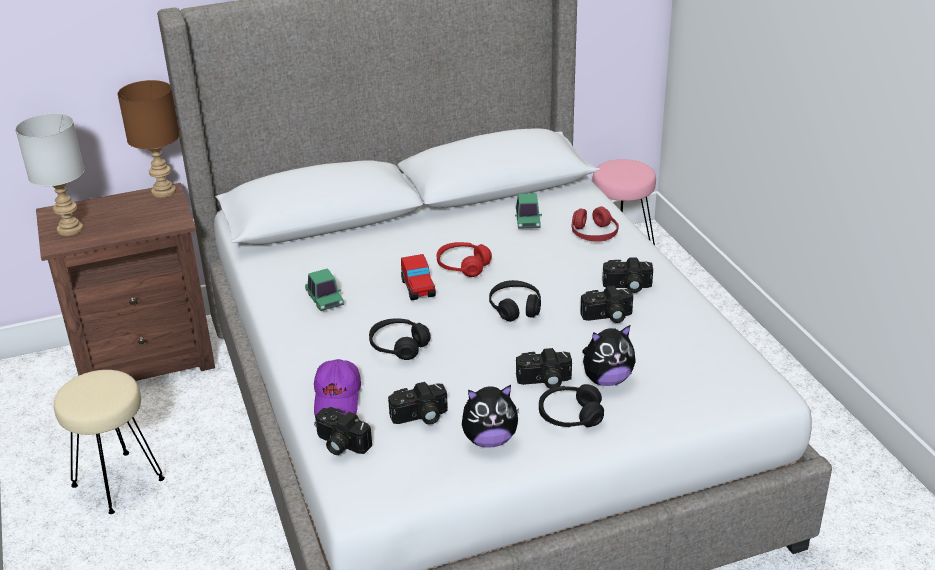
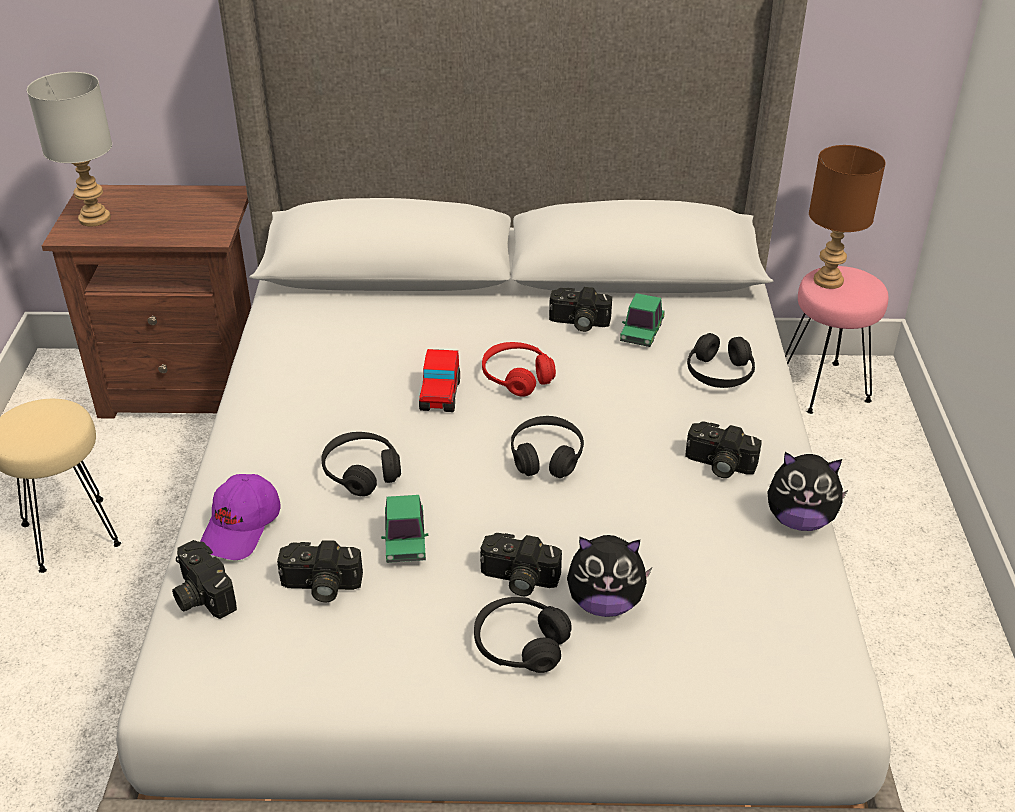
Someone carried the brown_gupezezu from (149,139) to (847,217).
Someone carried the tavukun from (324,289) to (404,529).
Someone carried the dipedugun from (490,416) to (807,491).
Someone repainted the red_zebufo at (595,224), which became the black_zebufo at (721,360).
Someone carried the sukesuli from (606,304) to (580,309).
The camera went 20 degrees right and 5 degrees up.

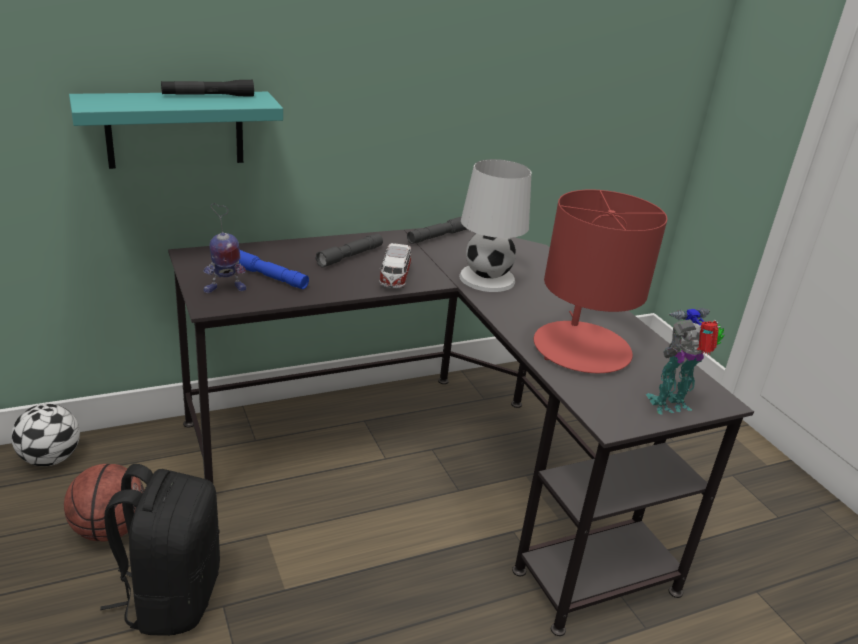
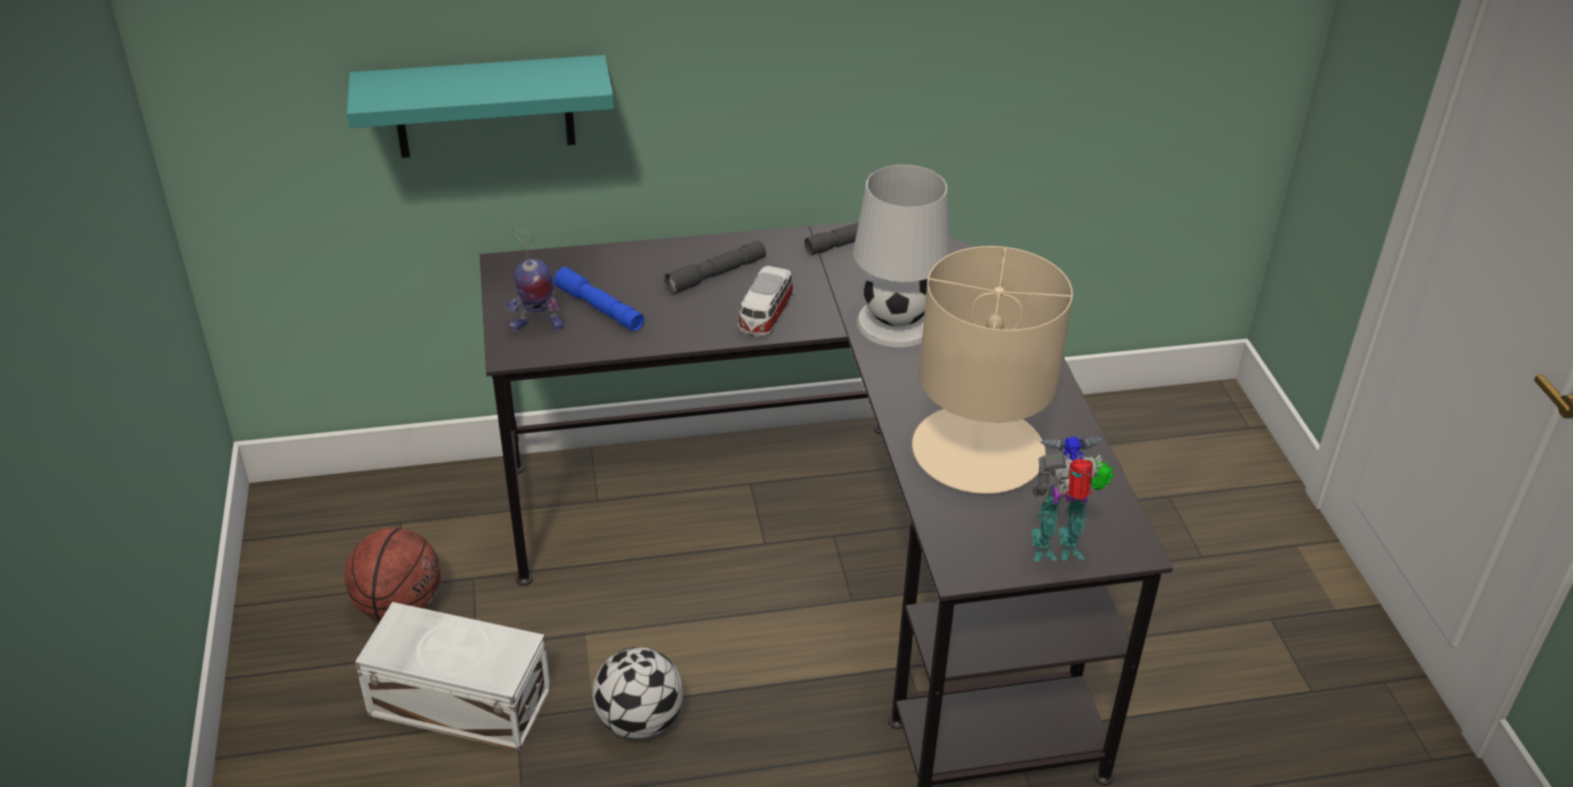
Someone carried the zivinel from (45,435) to (637,693).
Someone swapped the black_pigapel at (160,550) for the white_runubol at (453,676).
Someone took away the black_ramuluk at (207,88).
Someone repainted the red_gupezezu at (601,281), which became the beige_gupezezu at (992,370).
The camera went 15 degrees right and 10 degrees up.

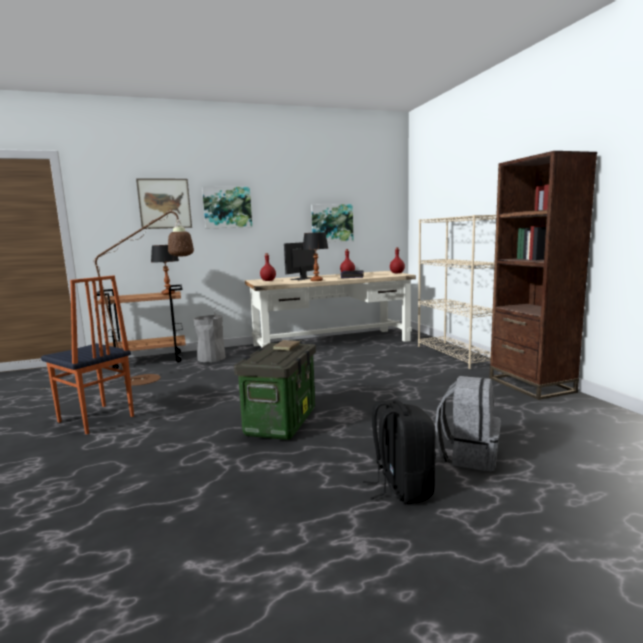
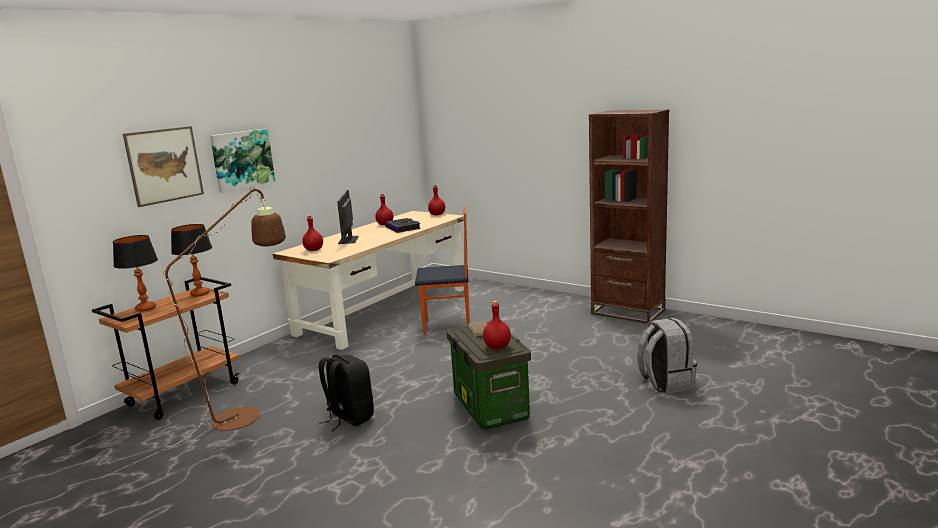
Someone carried the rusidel from (87,354) to (442,271).
Someone took away the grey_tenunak at (210,332).
Someone carried the gupezezu from (315,256) to (135,273).
Someone took away the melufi at (332,223).
Someone carried the black_pigapel from (399,452) to (346,392).
Someone took away the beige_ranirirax at (457,292).
Someone put down the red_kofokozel at (497,324).
The camera went 35 degrees left and 5 degrees up.

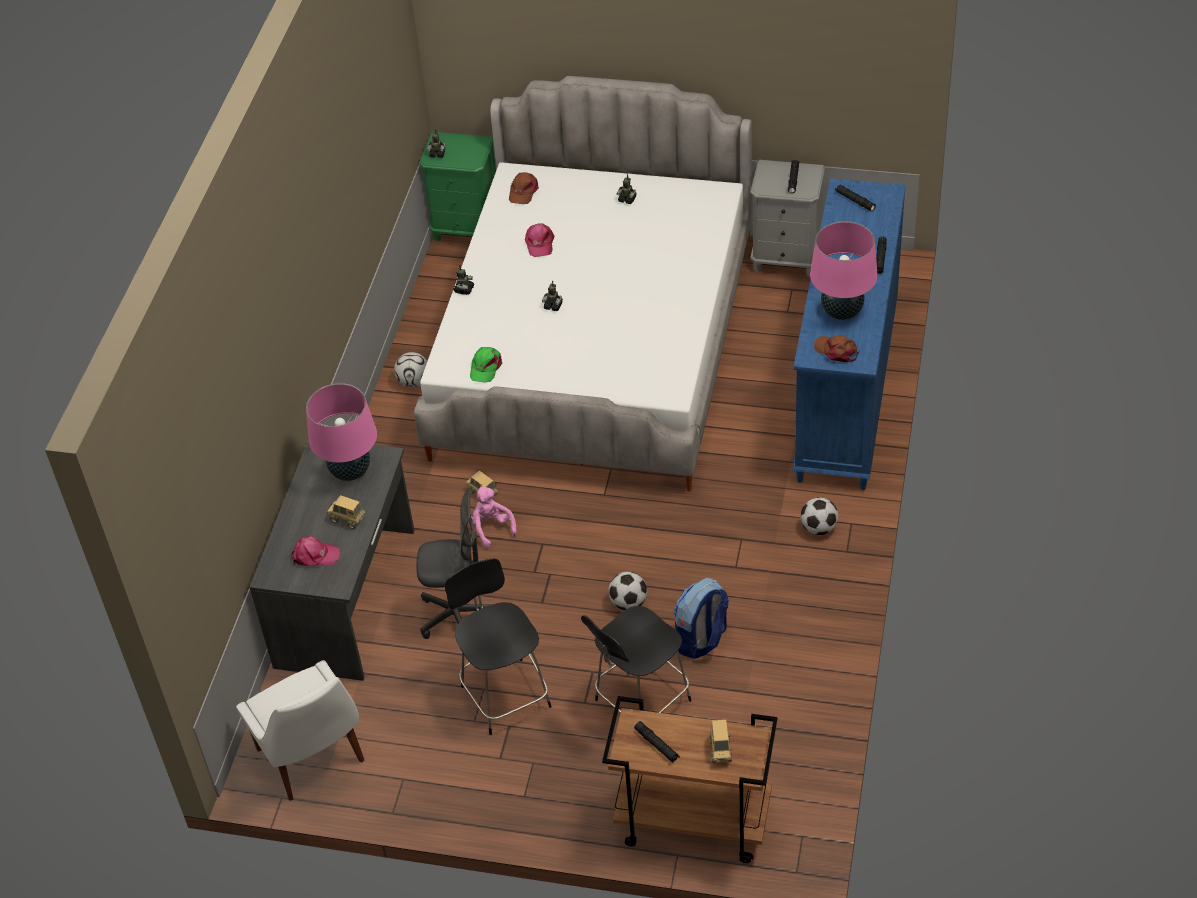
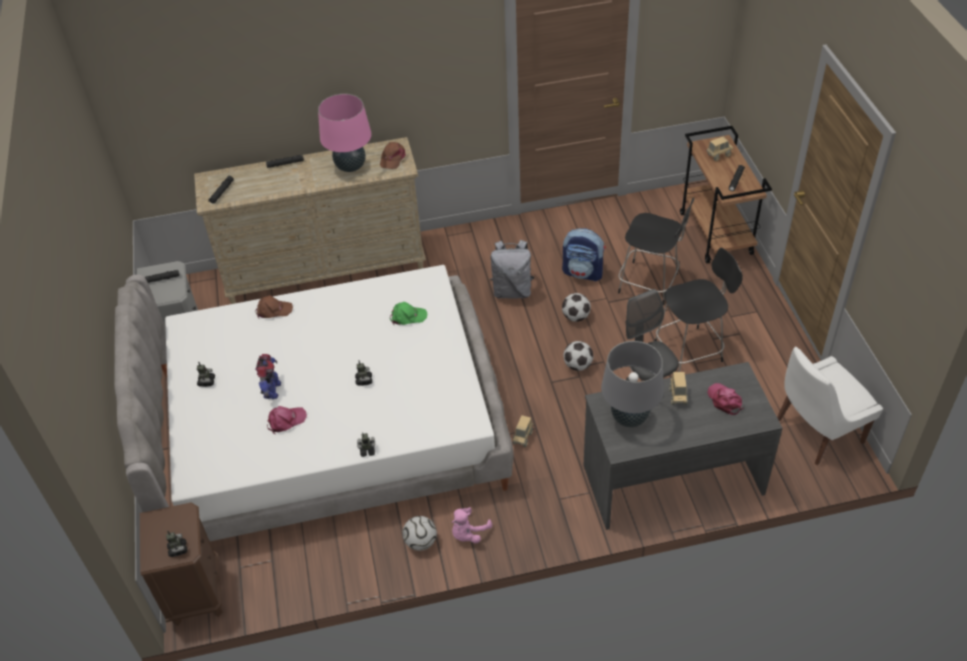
Someone rotated the white_rusidel at (300,730) by 150 degrees counterclockwise.
Someone repainted the pink_gupezezu at (341,432), which became the grey_gupezezu at (632,384).
Someone repainted the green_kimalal at (457,187), which became the brown_kimalal at (181,564).
Someone rotated the black_rusidel at (498,646) by 150 degrees counterclockwise.
Someone carried the pink_dipedugun from (492,516) to (472,525).
Someone carried the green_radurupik from (486,364) to (408,314).
Someone carried the brown_radurupik from (524,188) to (274,307).
Someone repainted the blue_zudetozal at (849,334), which became the beige_zudetozal at (310,220).
Someone carried the zivinel from (819,516) to (578,356).
Someone put down the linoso at (268,377).
Someone put down the grey_pigapel at (512,269).
The camera went 115 degrees left and 0 degrees up.

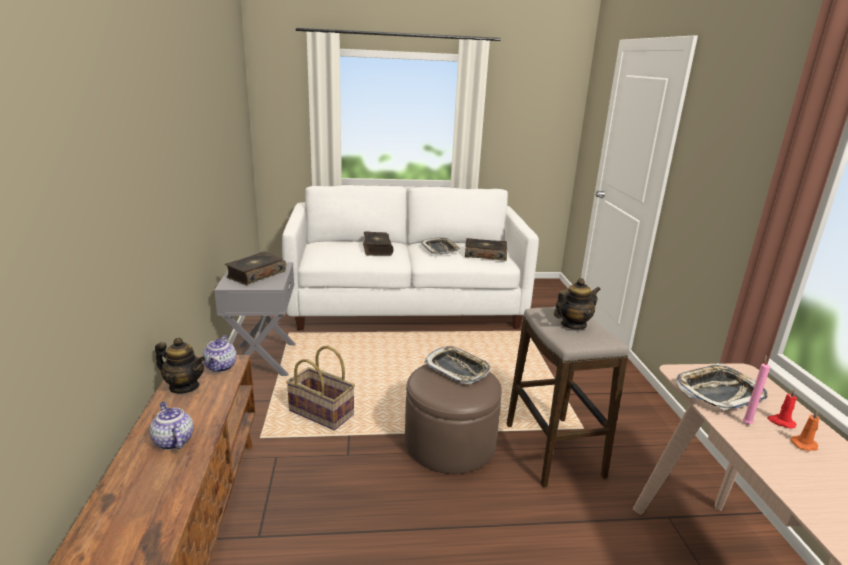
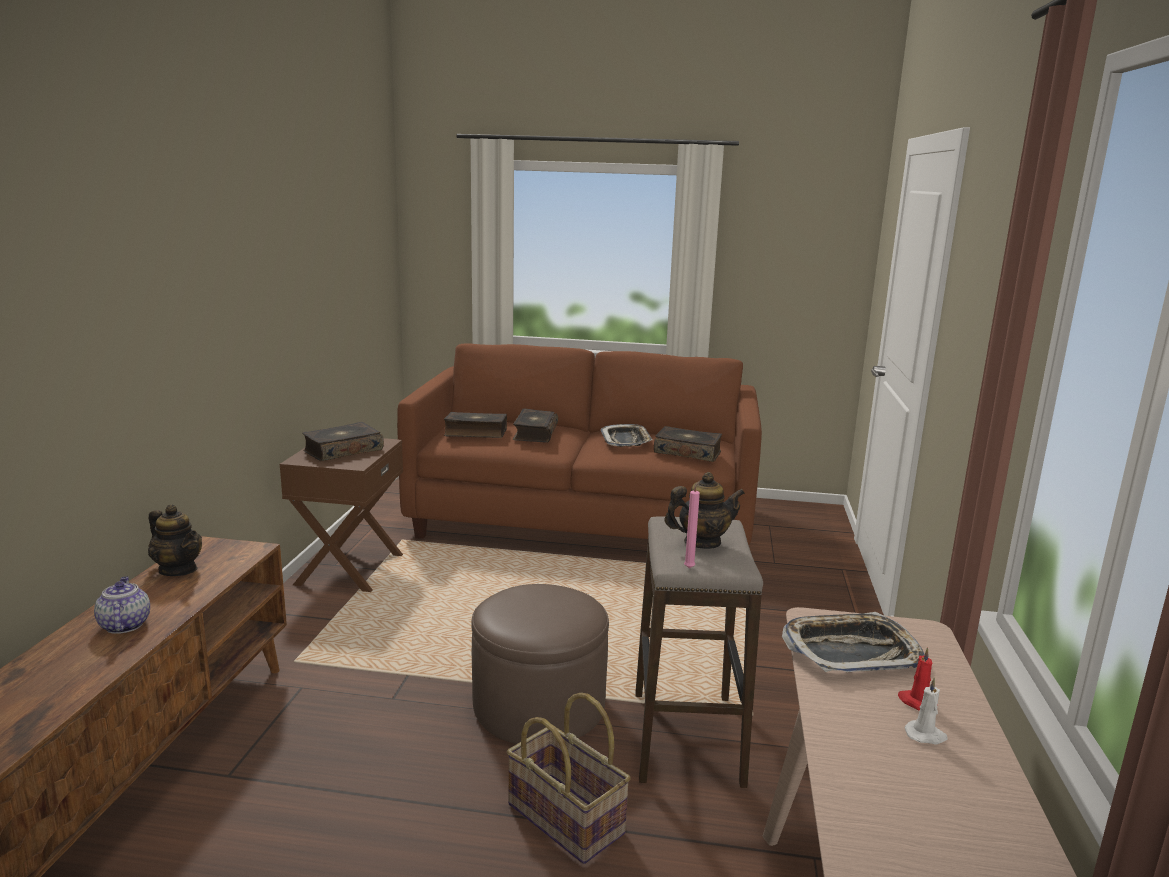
Someone took away the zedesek at (220,353).
Someone repainted the grey_kimalal at (255,319), which became the brown_kimalal at (341,515).
Someone repainted the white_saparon at (410,257), which became the brown_saparon at (579,444).
Someone carried the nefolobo from (320,388) to (569,778).
Someone took away the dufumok at (457,365).
Someone carried the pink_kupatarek from (756,389) to (692,524).
Someone repainted the orange_kupatarek at (805,430), which became the white_kupatarek at (926,710).
Someone put down the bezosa at (475,425).
The camera went 15 degrees right and 5 degrees down.

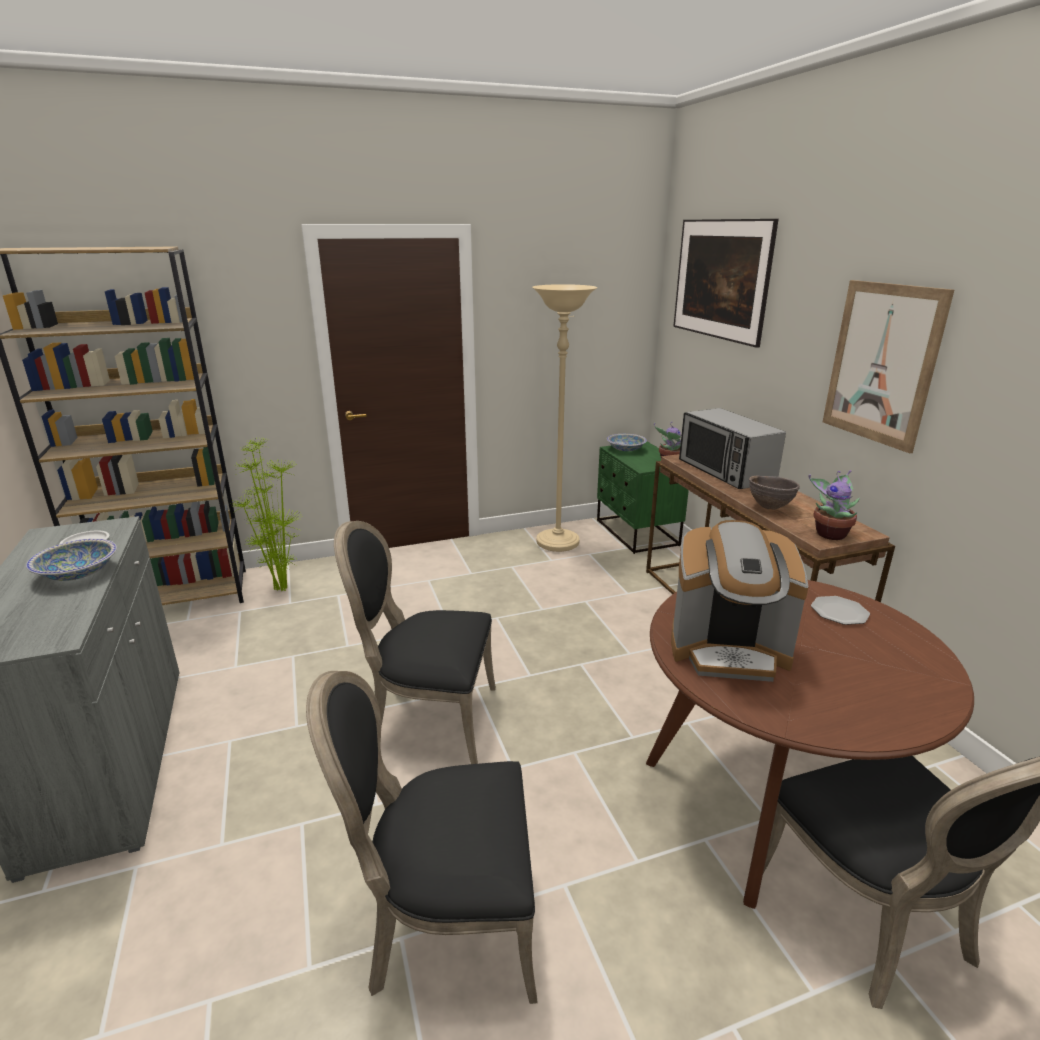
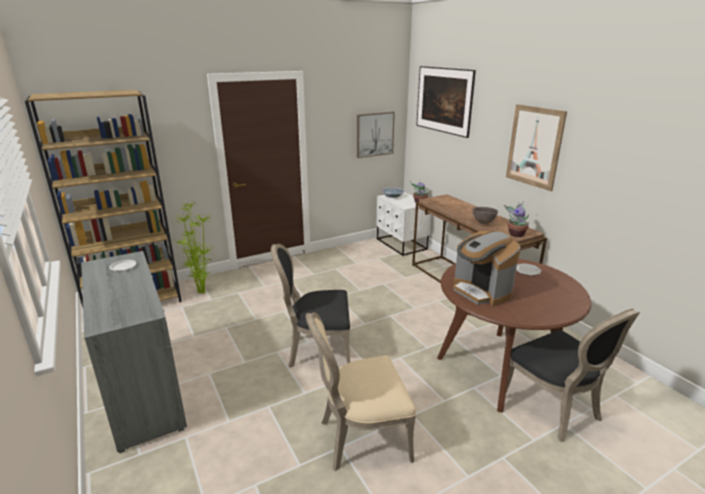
Someone took away the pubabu at (71,560).
Someone repainted the black_rusidel at (422,837), which became the beige_rusidel at (361,391).
Someone took away the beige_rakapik at (564,418).
Someone repainted the green_kimalal at (643,498), which became the white_kimalal at (403,224).
Someone rotated the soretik at (740,601) by 60 degrees clockwise.
Someone took away the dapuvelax at (732,448).
Someone put up the melufi at (376,135).
The camera went 10 degrees left and 0 degrees up.

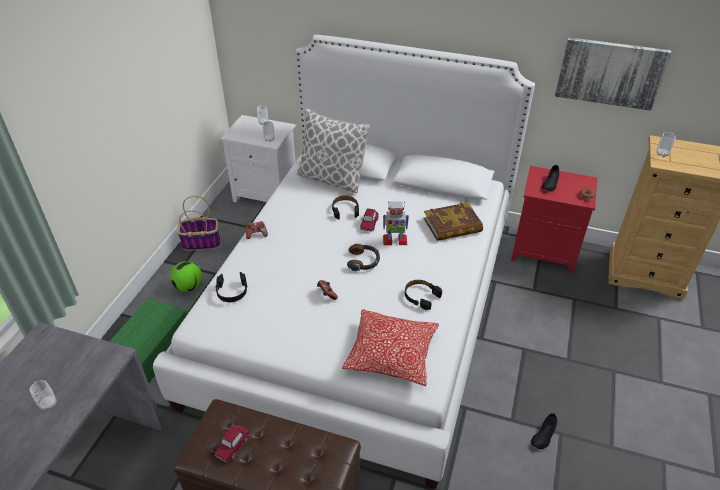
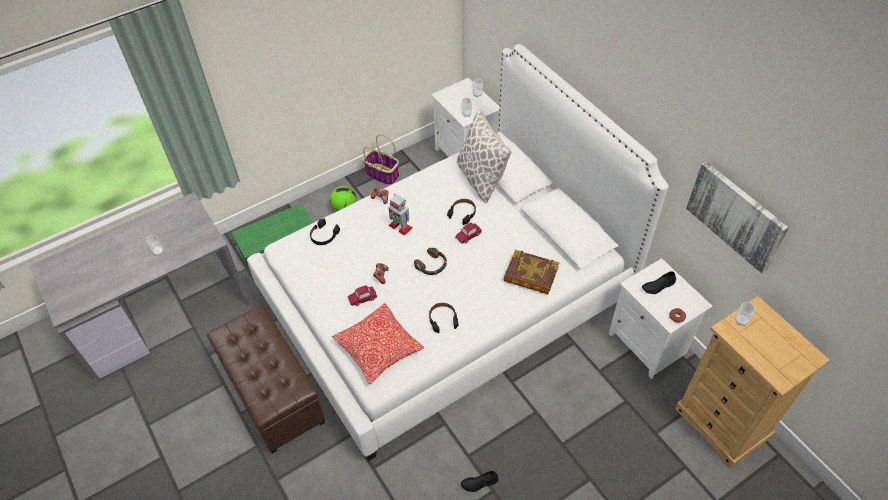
Someone carried the tavukun from (232,443) to (362,295).
Someone carried the linoso from (396,223) to (400,215).
Someone repainted the red_kimalal at (554,220), which became the white_kimalal at (660,318).
The camera went 40 degrees right and 10 degrees up.

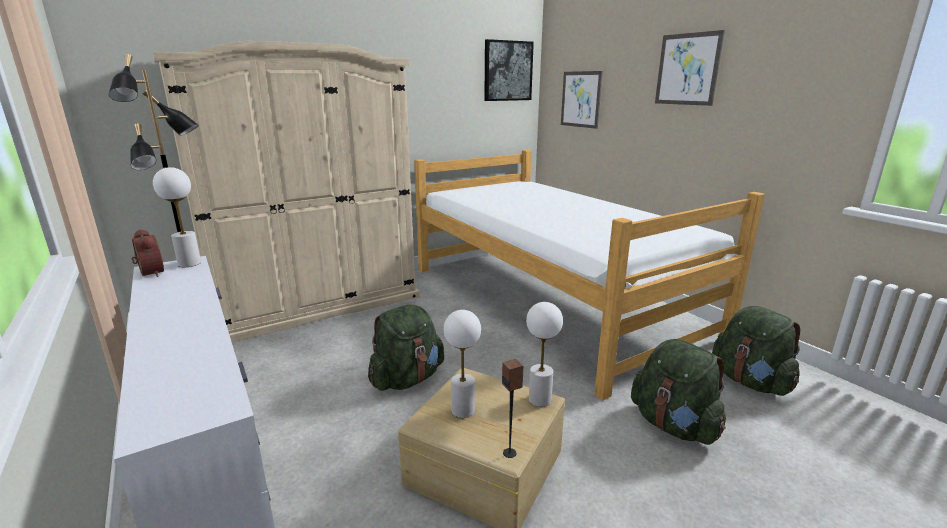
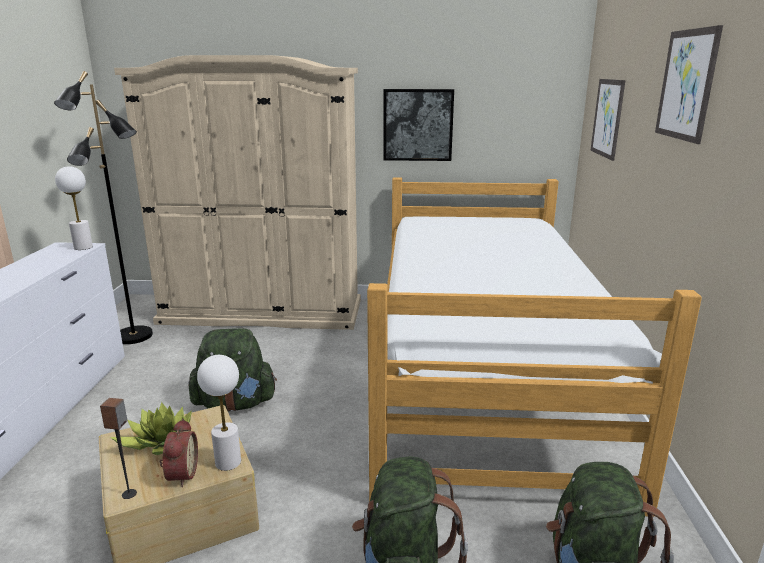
Someone carried the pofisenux from (147,253) to (179,453).
Someone swapped the white_gupezezu at (462,364) for the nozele at (151,428).
Someone carried the melufi from (509,70) to (419,125).
The camera went 35 degrees right and 0 degrees up.

